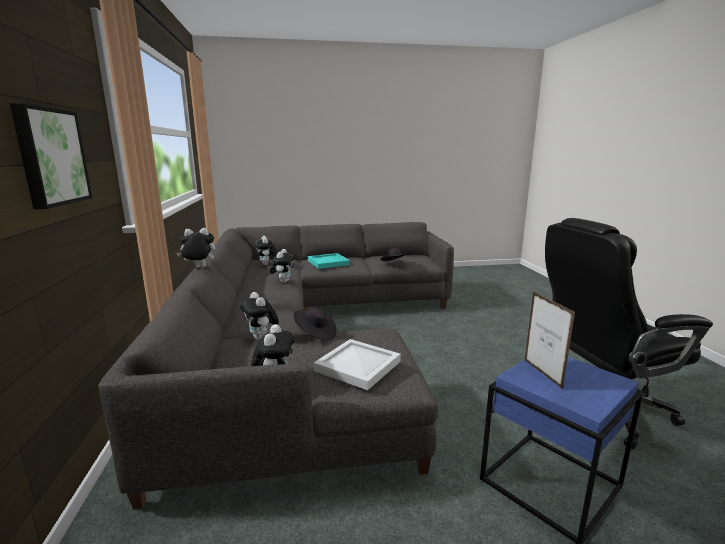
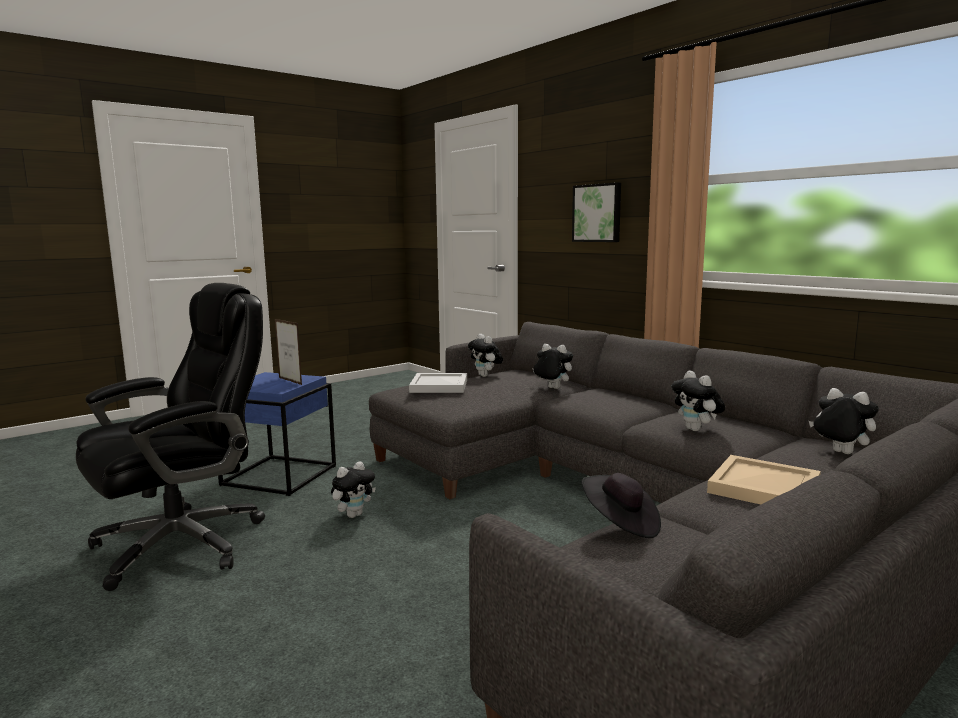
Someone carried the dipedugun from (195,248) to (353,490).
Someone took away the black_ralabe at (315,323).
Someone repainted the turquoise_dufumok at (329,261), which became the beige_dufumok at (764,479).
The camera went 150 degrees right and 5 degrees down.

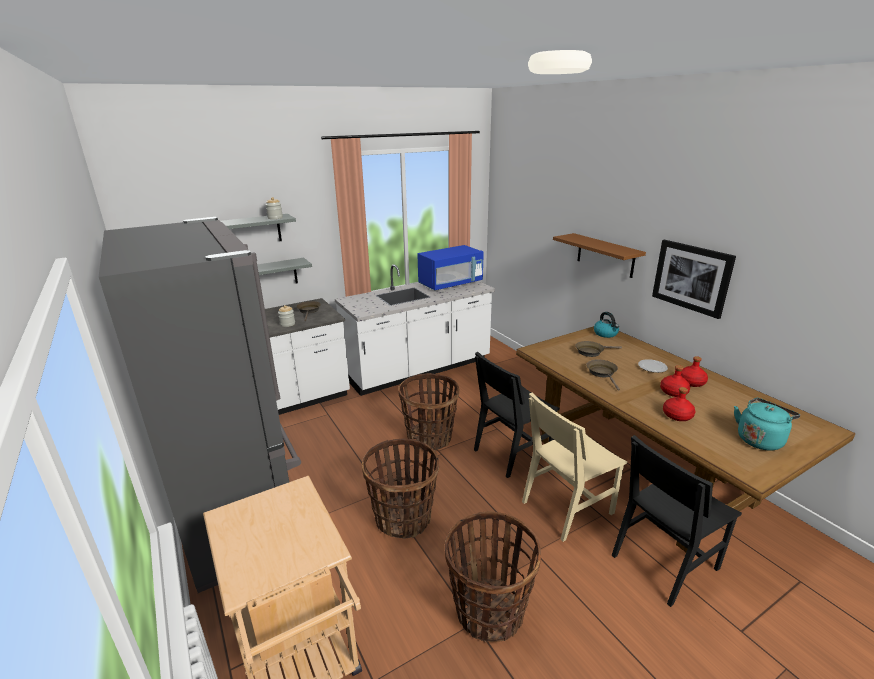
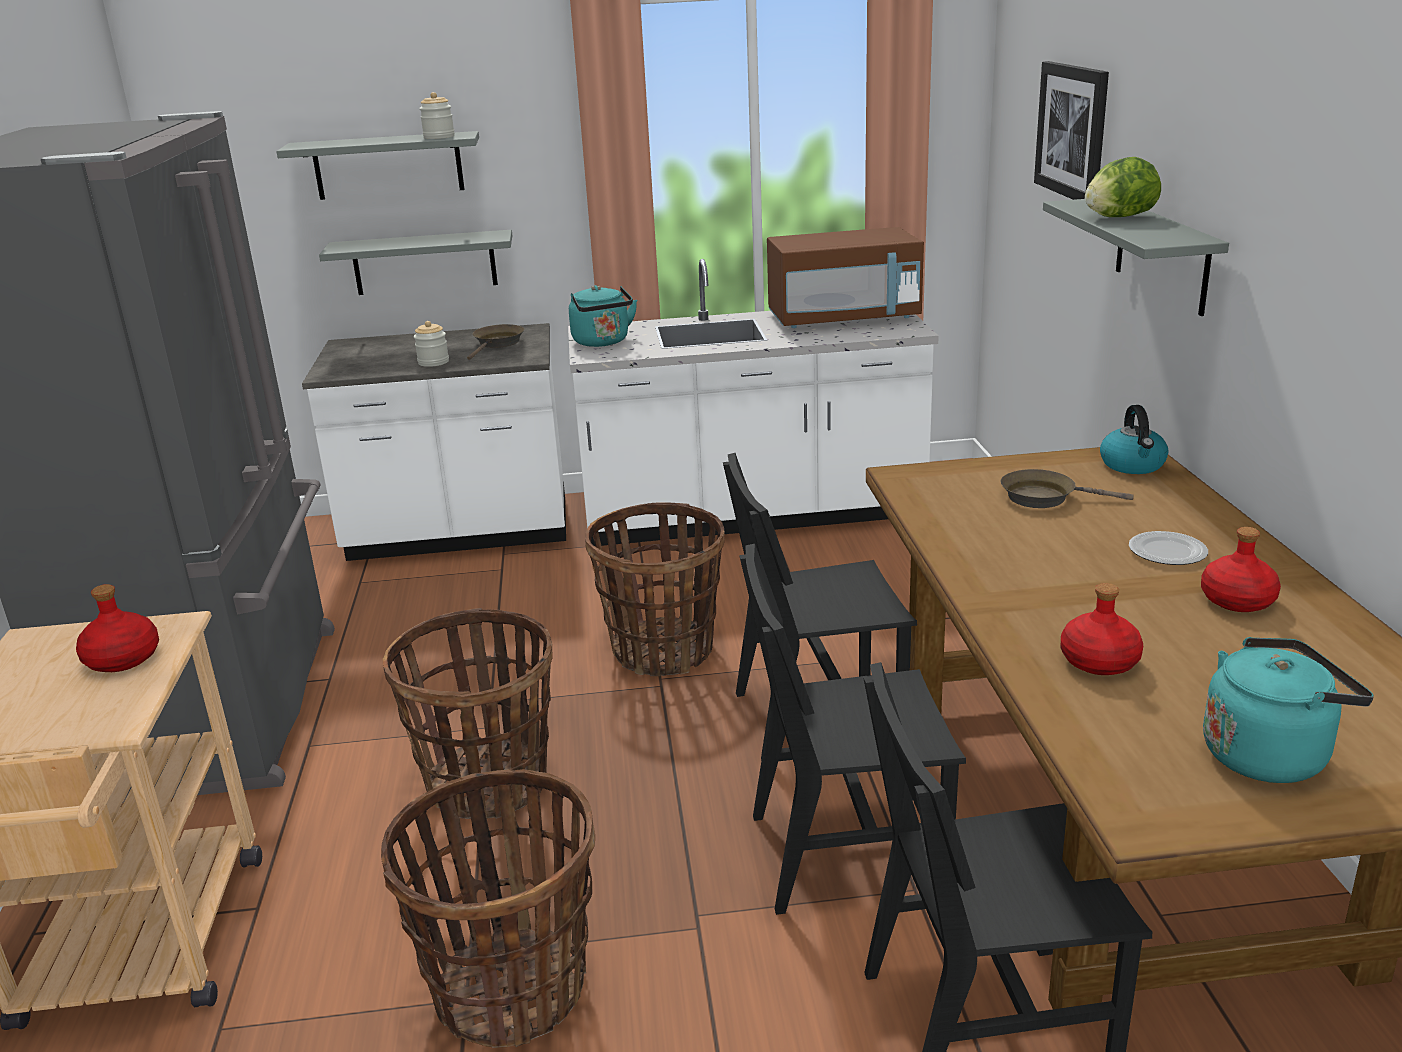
Someone repainted the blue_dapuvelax at (450,267), which became the brown_dapuvelax at (845,277).
Someone repainted the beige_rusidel at (574,467), which became the black_rusidel at (852,729).
Someone repainted the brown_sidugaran at (599,255), which became the grey_sidugaran at (1136,257).
Someone took away the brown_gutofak at (603,375).
Someone carried the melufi from (694,279) to (1071,130).
Someone carried the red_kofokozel from (675,381) to (117,628).
Someone put down the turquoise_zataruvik at (603,316).
Someone put down the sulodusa at (1123,187).
The camera went 25 degrees right and 0 degrees up.

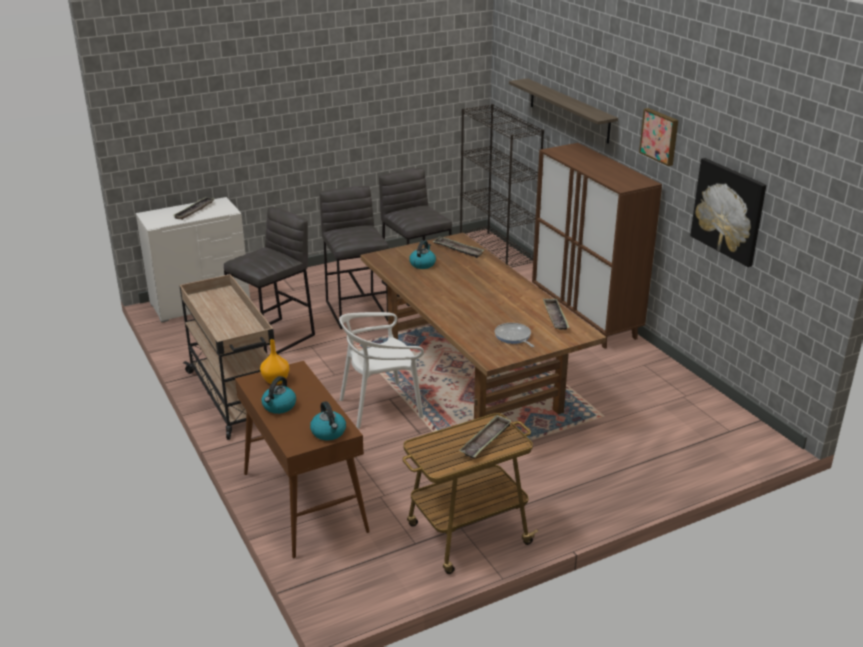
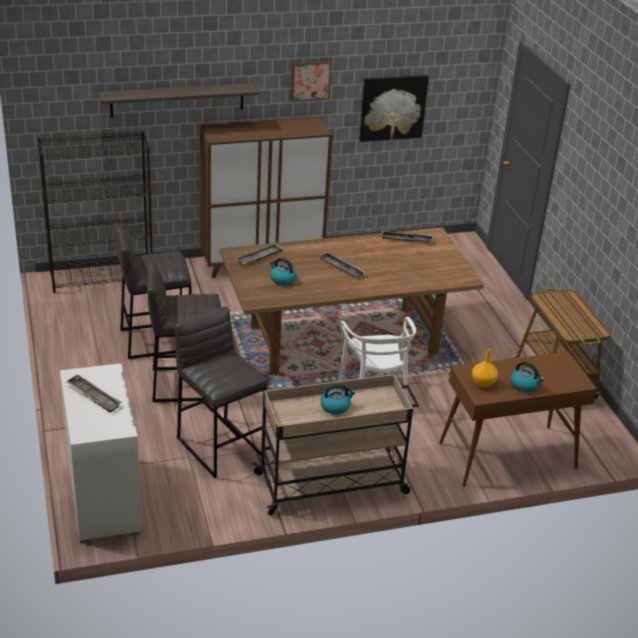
Someone carried the zataruvik from (328,420) to (338,399).
Someone carried the dufumok from (485,436) to (341,264).
Someone took away the gutofak at (514,335).
The camera went 80 degrees left and 5 degrees up.

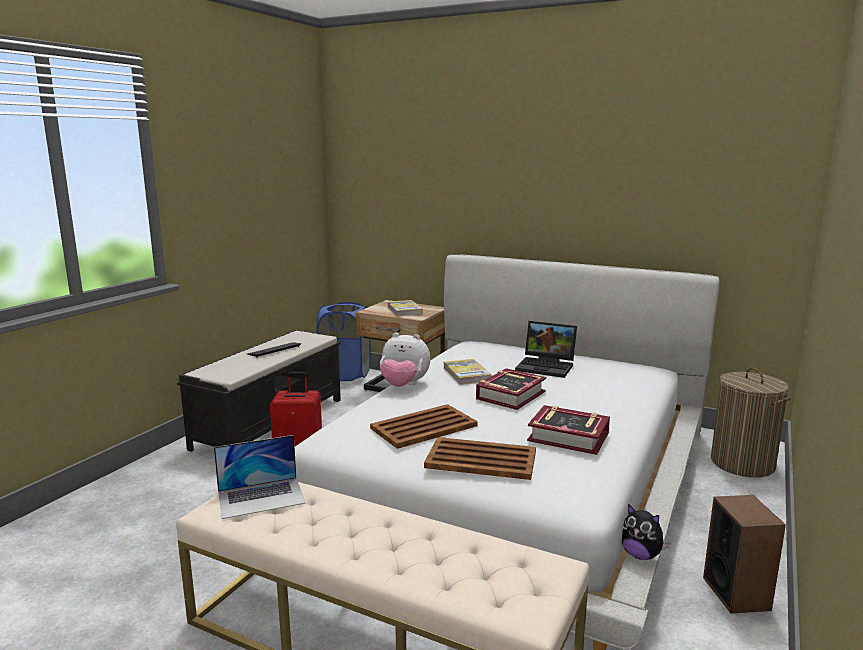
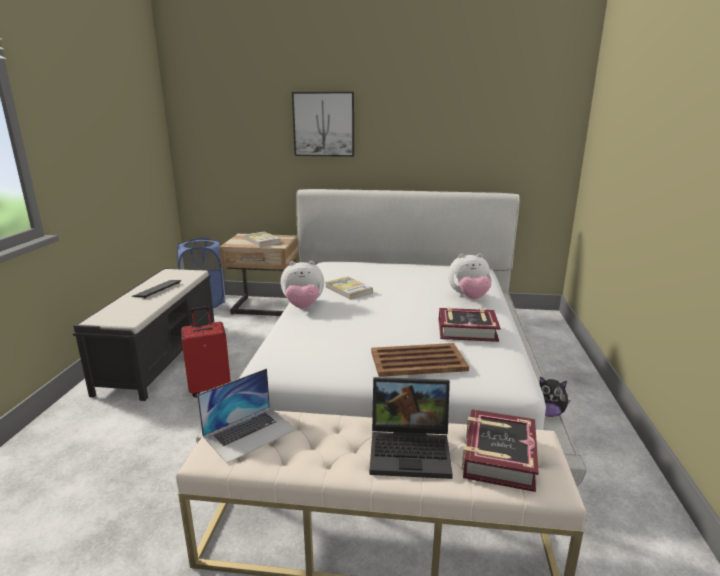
Someone took away the brown_dufumok at (424,426).
Someone carried the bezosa from (511,389) to (500,450).
Someone carried the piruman from (546,349) to (411,428).
Someone took away the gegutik at (744,554).
Someone took away the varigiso at (751,422).
Someone put up the melufi at (323,124).
Someone put down the dipedugun at (470,276).
The camera went 20 degrees left and 5 degrees up.

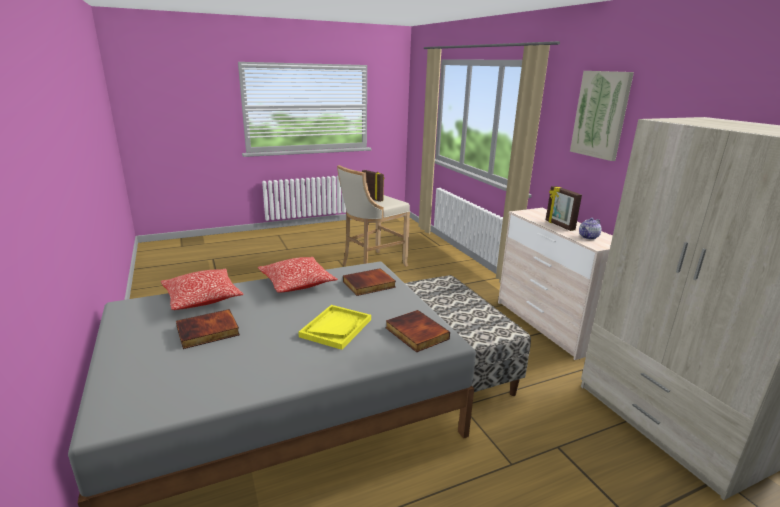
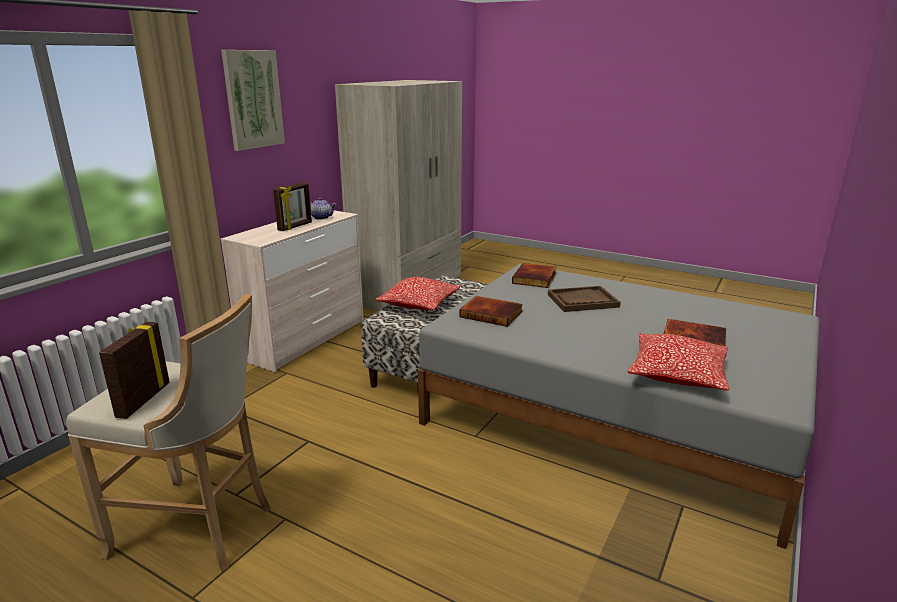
Someone carried the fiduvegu from (298,275) to (418,293).
Someone repainted the yellow_dufumok at (334,327), which became the brown_dufumok at (584,299).
The camera went 125 degrees left and 0 degrees up.

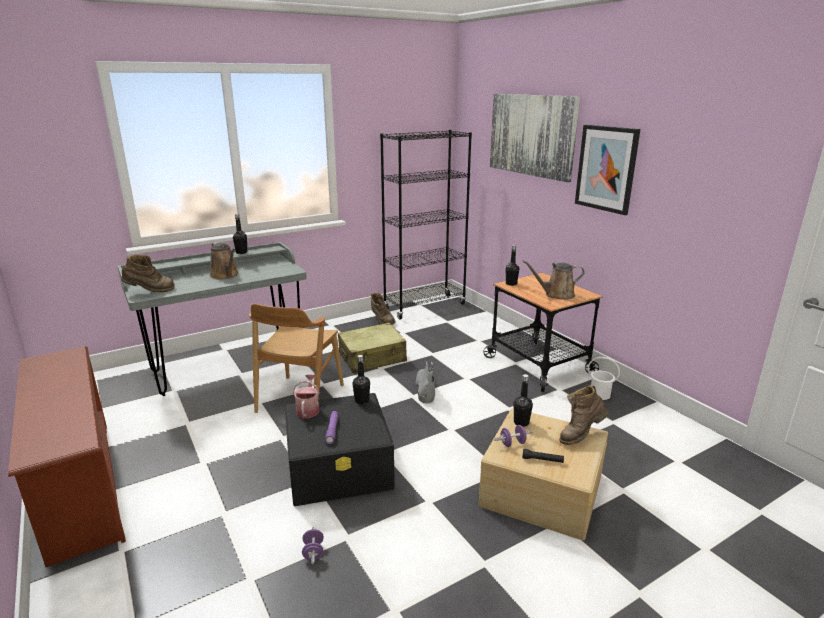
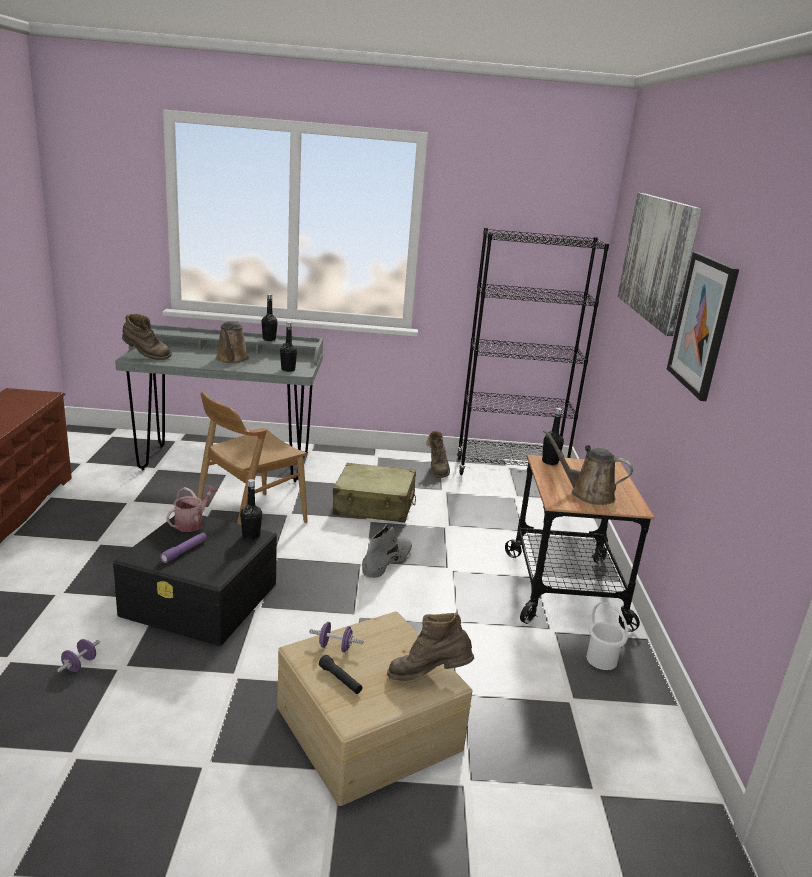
Someone carried the black_kofokozel from (523,400) to (288,347).
The camera went 30 degrees right and 0 degrees up.

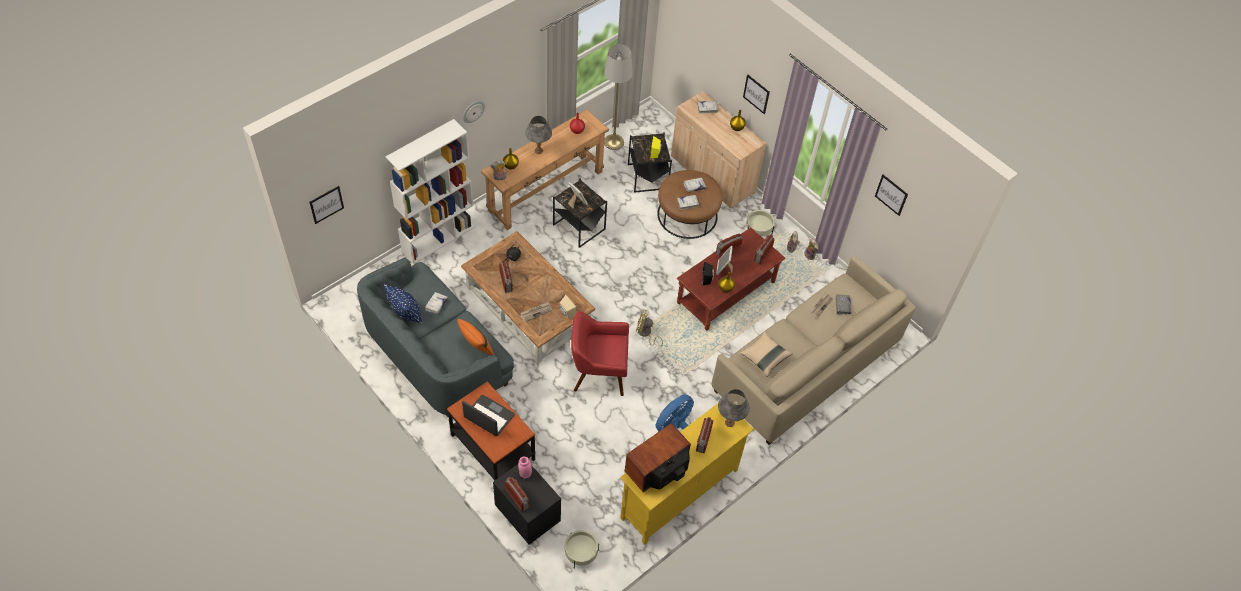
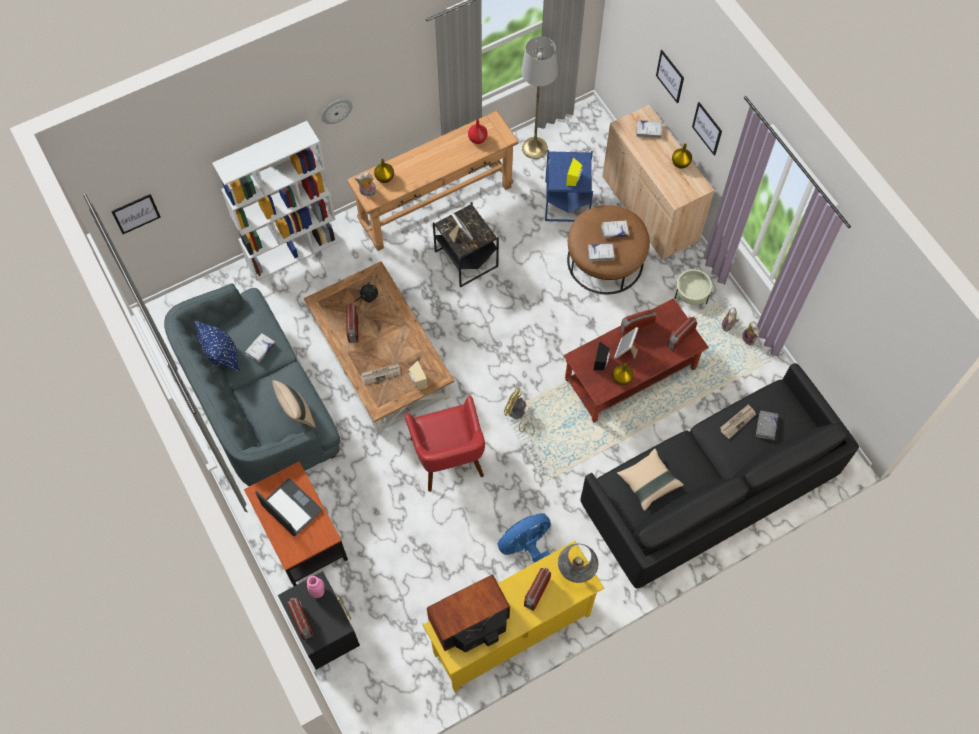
Someone repainted the orange_fiduvegu at (475,337), which became the beige_fiduvegu at (294,404).
Someone took away the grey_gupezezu at (538,135).
Someone took away the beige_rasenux at (581,549).
Someone rotated the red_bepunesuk at (600,353) by 120 degrees counterclockwise.
Someone repainted the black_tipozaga at (650,162), which became the blue_tipozaga at (569,186).
Someone repainted the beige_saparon at (813,350), which became the black_saparon at (719,476).
Someone carried the melufi from (891,195) to (670,77).
The camera went 15 degrees right and 10 degrees up.

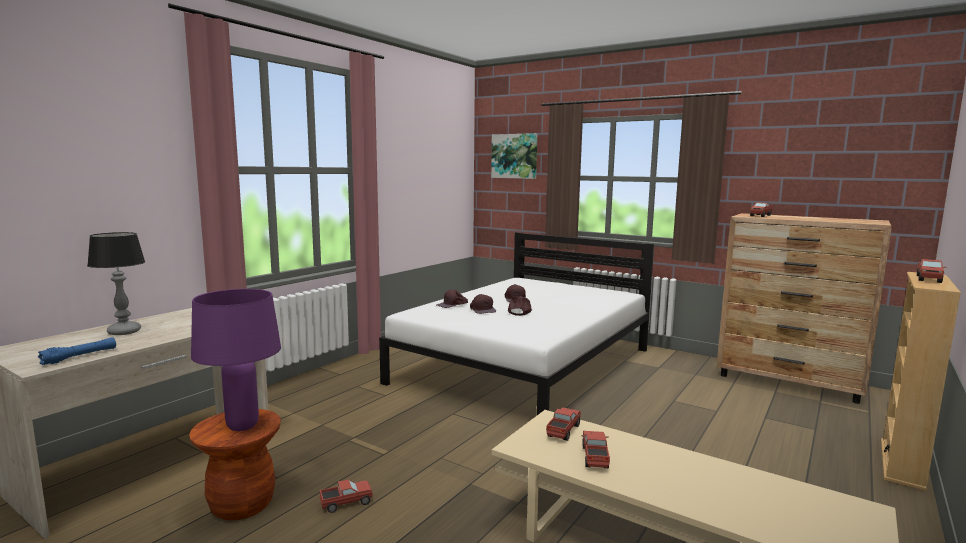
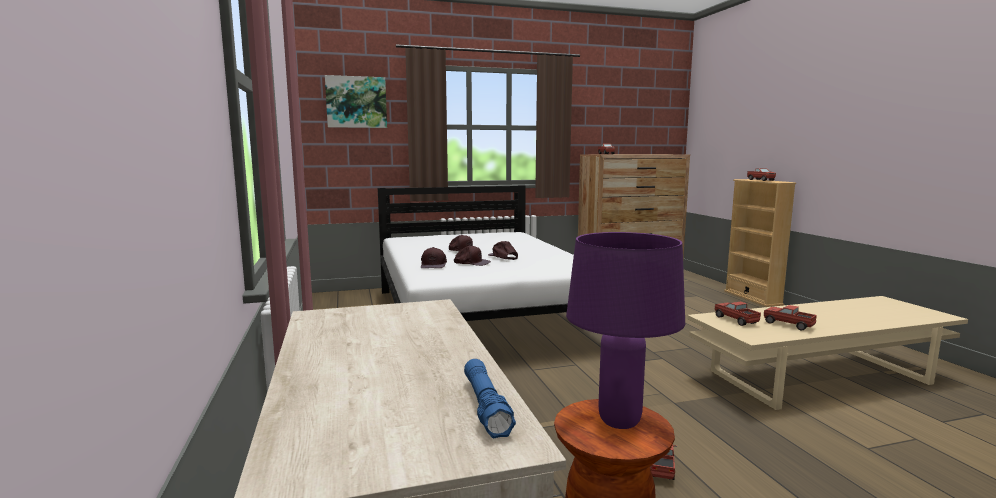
Someone took away the gupezezu at (116,283).
The camera went 50 degrees left and 0 degrees up.

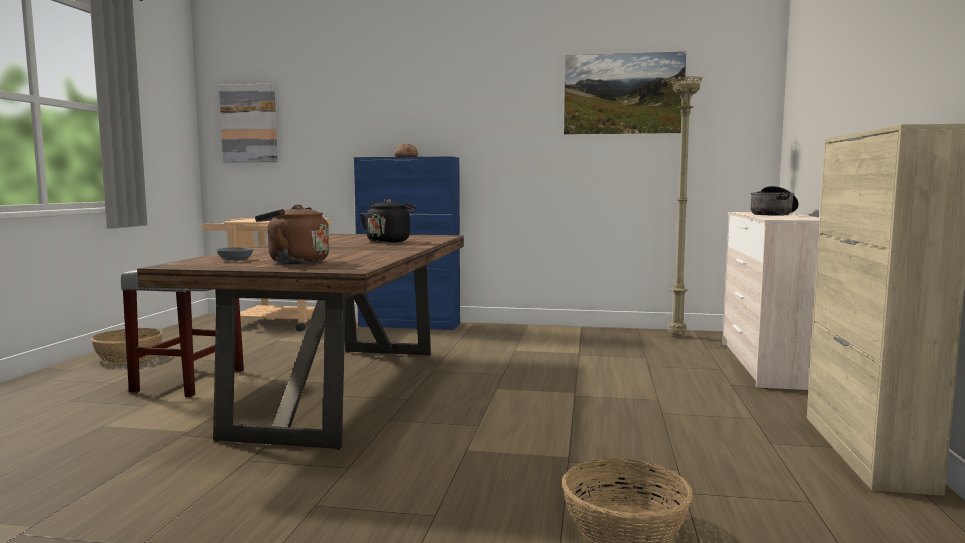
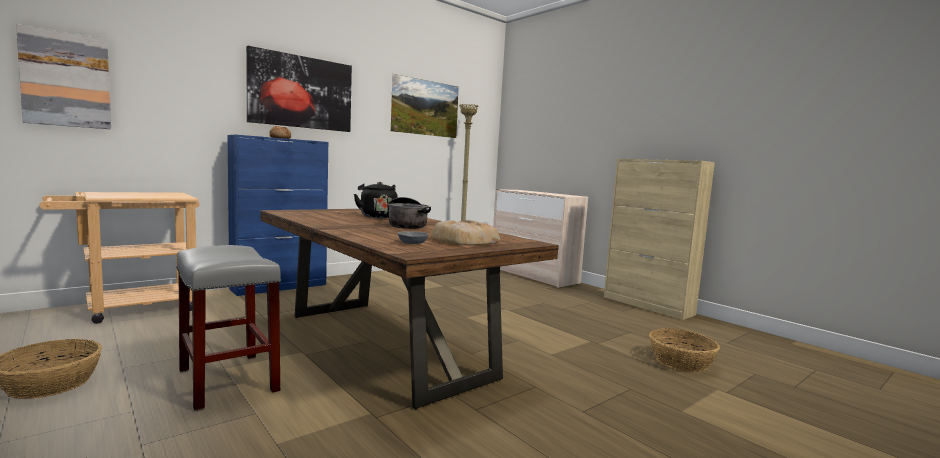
Someone swapped the brown_zataruvik at (292,234) for the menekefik at (465,232).
Someone carried the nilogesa from (774,200) to (409,213).
Someone put up the melufi at (299,89).
The camera went 50 degrees left and 0 degrees up.

